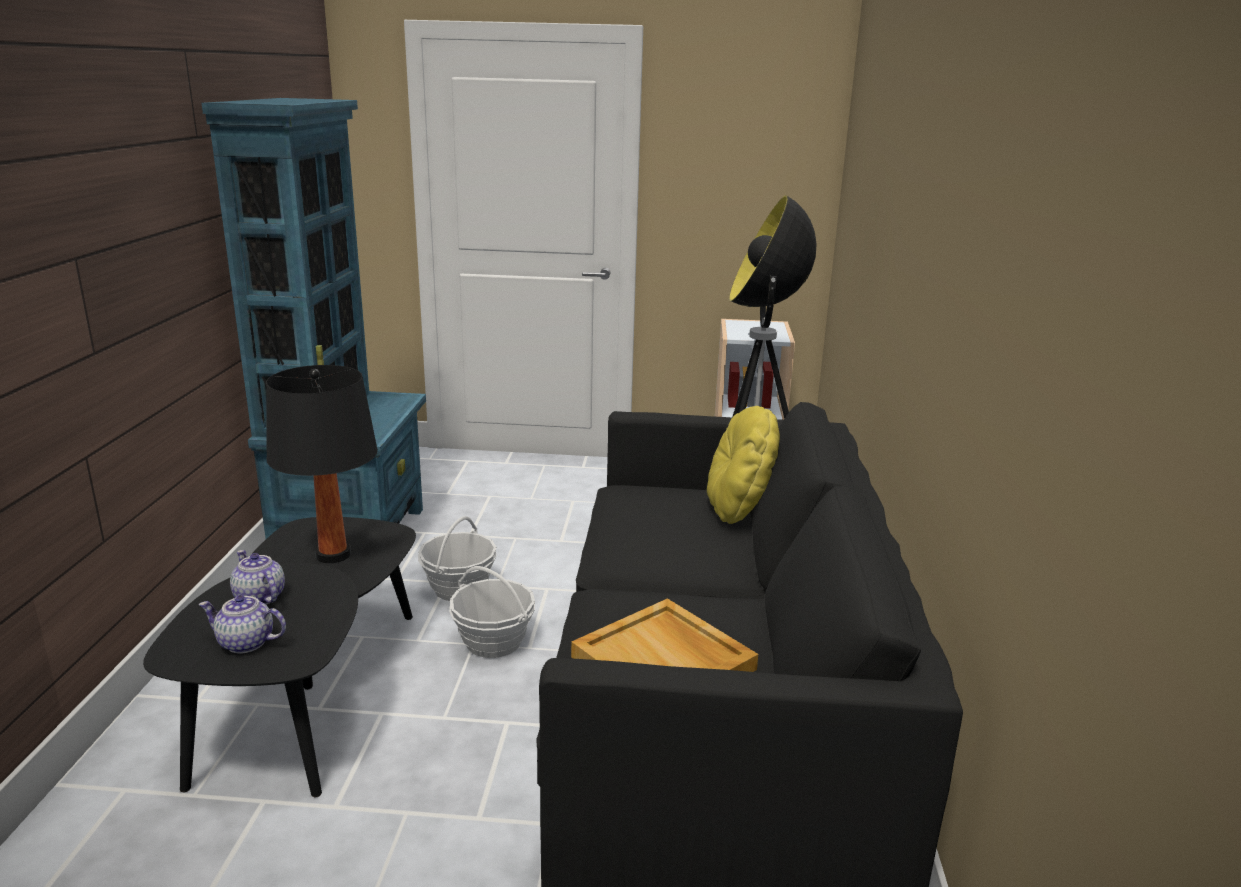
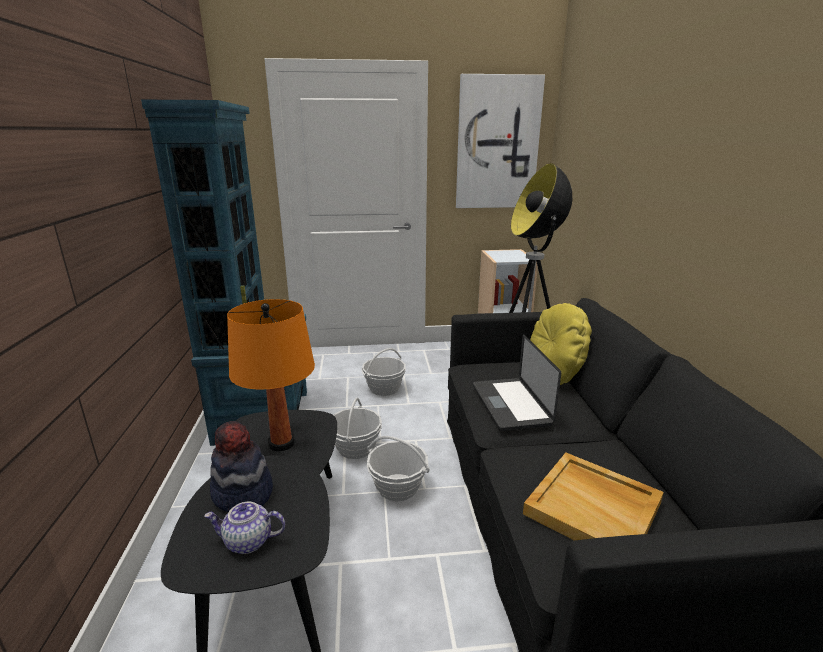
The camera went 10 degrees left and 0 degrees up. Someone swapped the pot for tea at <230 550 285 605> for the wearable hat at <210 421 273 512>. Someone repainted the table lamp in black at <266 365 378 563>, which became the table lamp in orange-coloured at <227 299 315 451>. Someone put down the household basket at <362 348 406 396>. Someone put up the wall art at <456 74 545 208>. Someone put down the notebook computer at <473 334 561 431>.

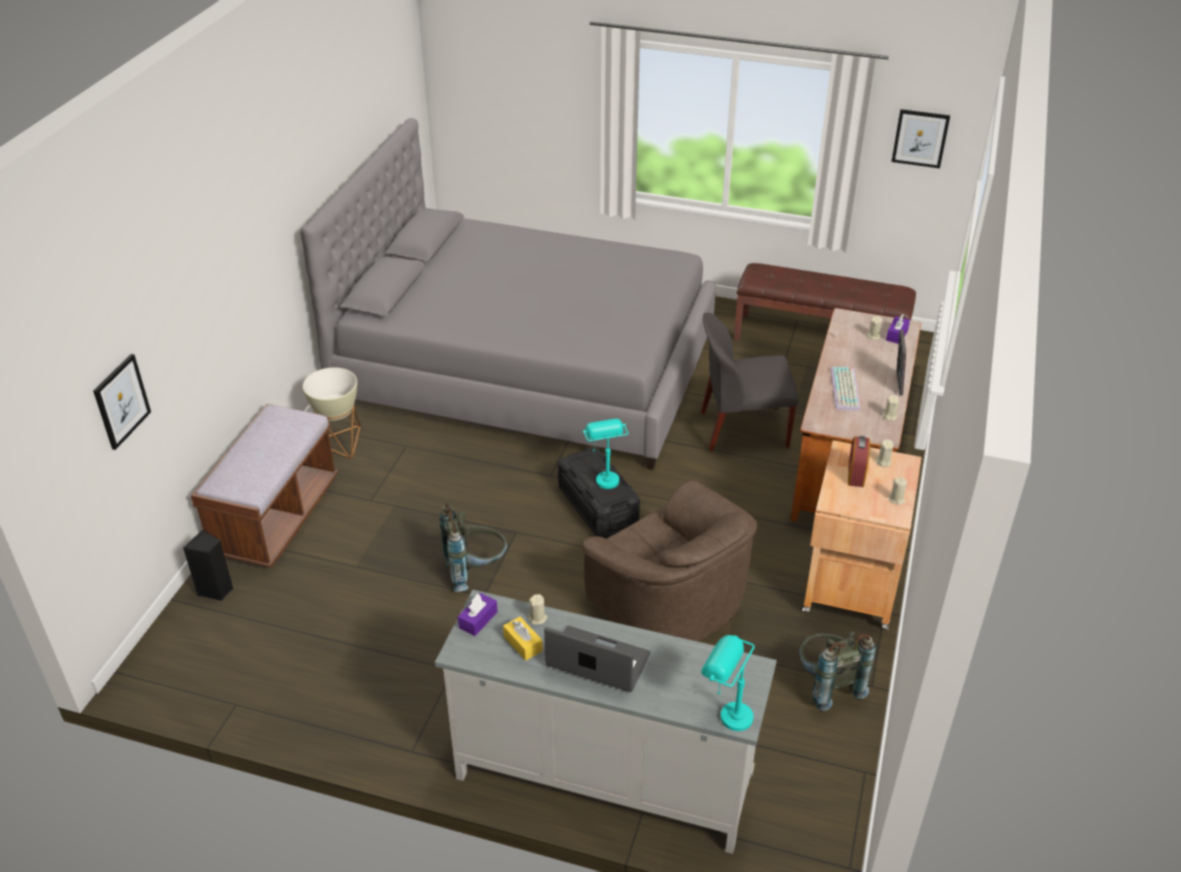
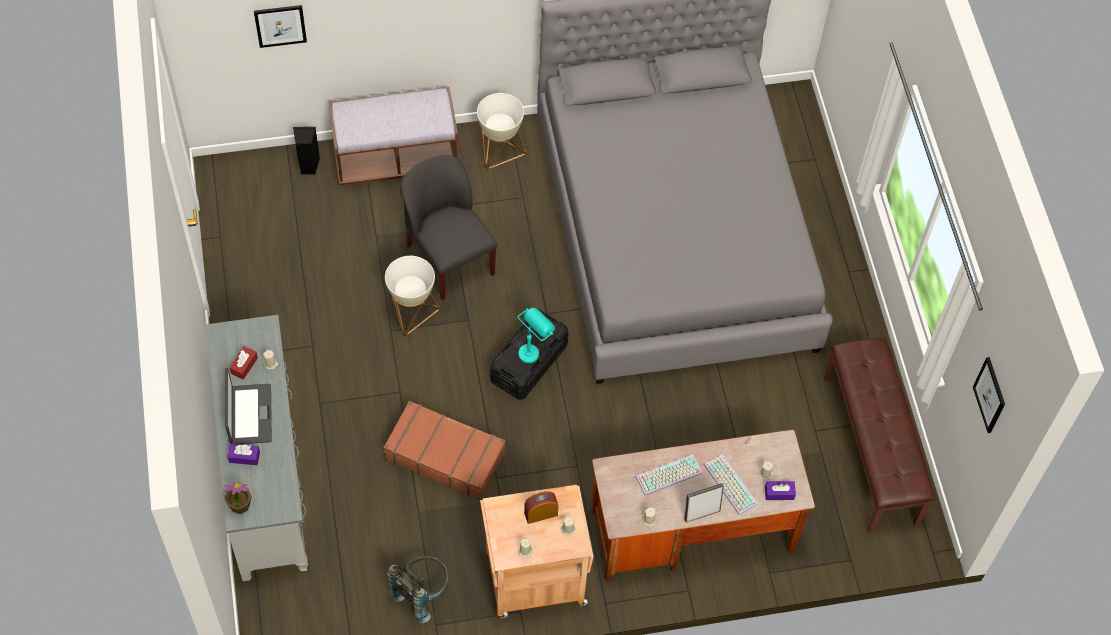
The camera went 60 degrees right and 20 degrees up. Someone swapped the table lamp in turquoise at <701 635 755 731> for the potted plant at <223 482 252 514>. Someone carried the tissue holder in purple from <458 593 497 636> to <228 444 260 465>. Someone repainted the tissue holder in yellow-coloured at <503 617 543 661>, which became the tissue holder in red at <230 347 258 380>. Someone swapped the armchair in brownish at <581 480 757 642> for the travel case in brownish at <384 401 506 500>. Someone swapped the rucksack in grey at <439 503 507 592> for the plant pot at <385 256 440 336>. Someone carried the chair in grey from <701 313 798 451> to <400 155 497 300>. Someone put down the PC keyboard at <704 454 758 515>.

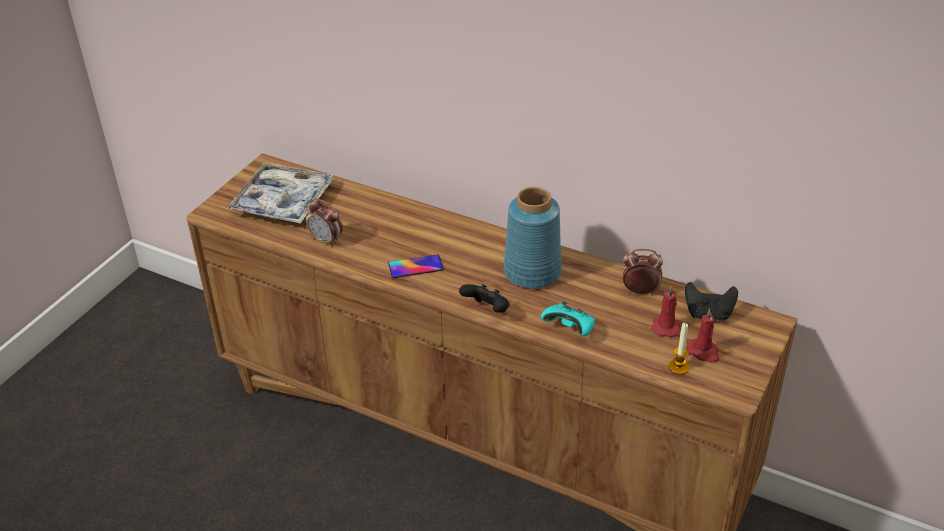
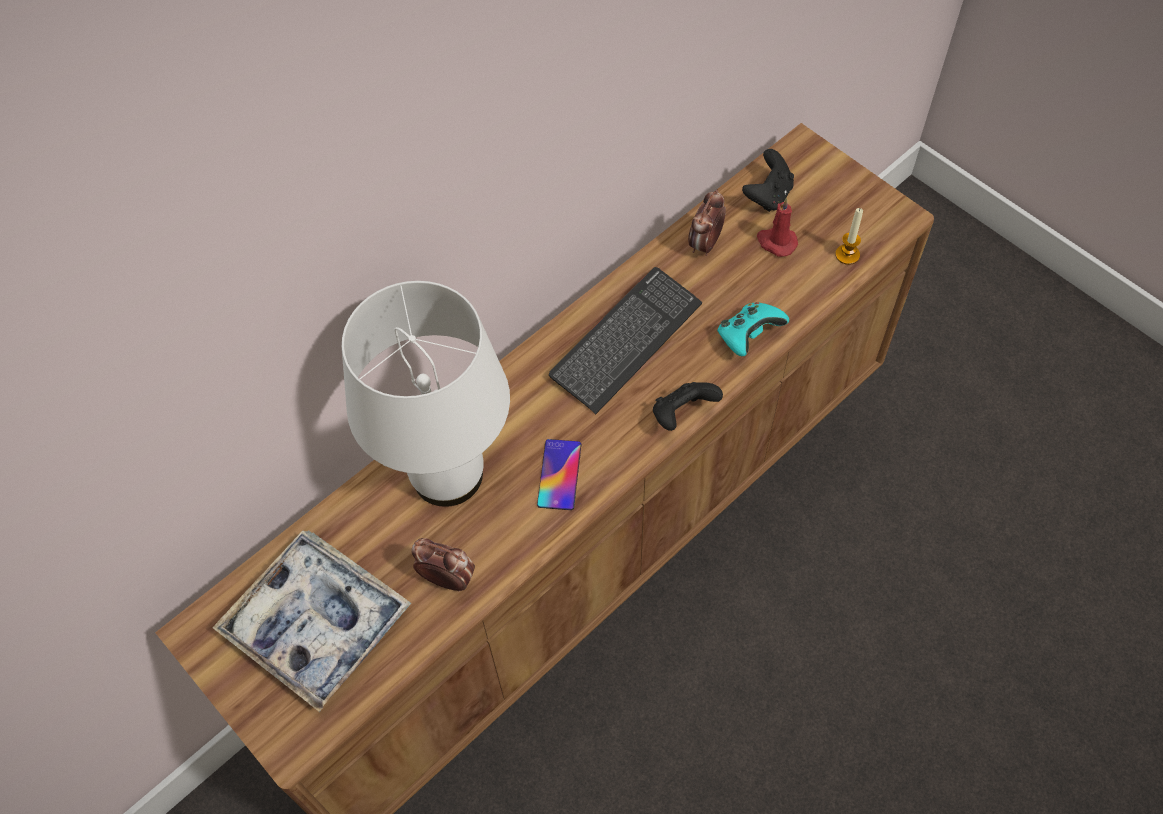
The camera went 70 degrees left and 20 degrees up. Someone put down the table lamp in white at <342 281 510 507>. Someone rotated the table clock at <306 198 343 247> by 120 degrees counterclockwise. Someone swapped the vase in bluish at <504 187 562 289> for the PC keyboard at <549 267 702 414>. Someone took away the candle in red at <687 309 719 362>.

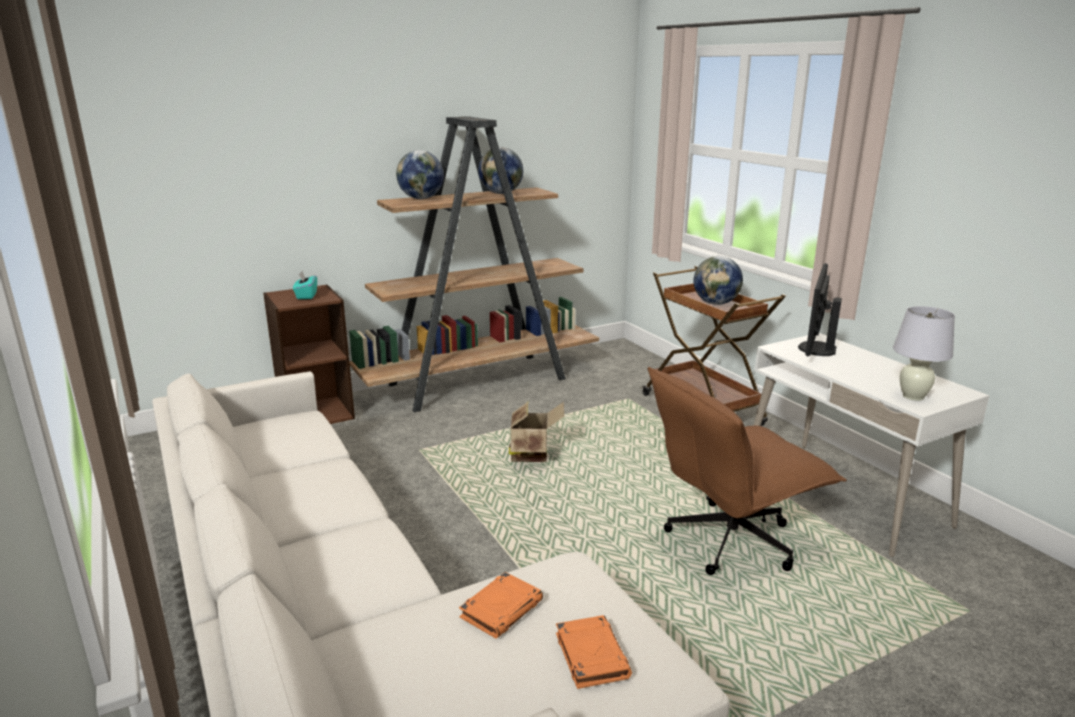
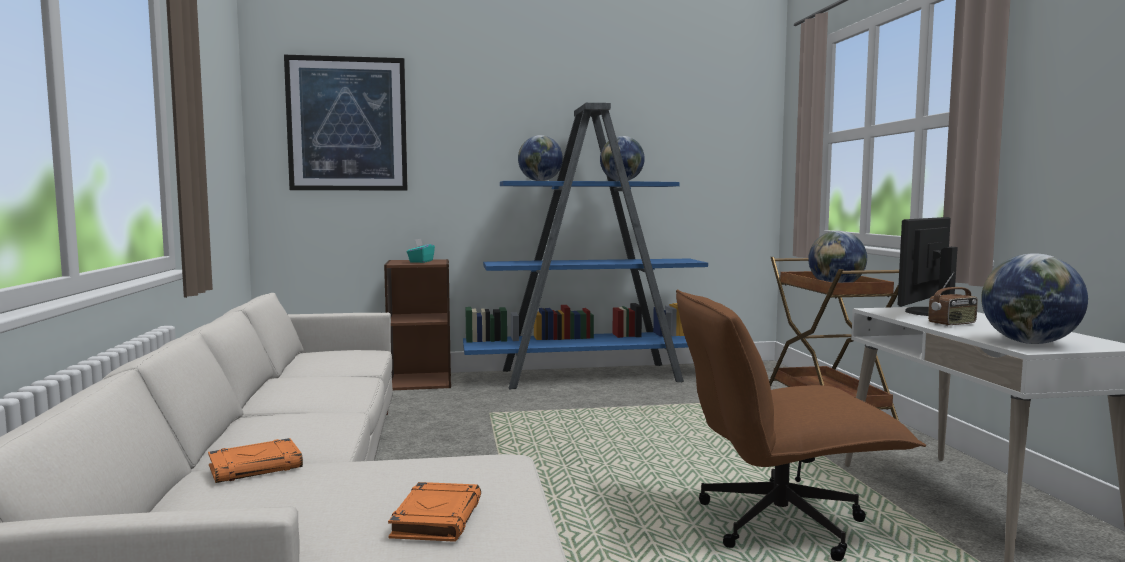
The camera went 20 degrees right and 15 degrees down. Someone carried the book in orange-coloured from <459 572 543 639> to <208 438 303 483>. Someone put up the wall art at <284 55 408 190>. Someone repainted the bookshelf in brownish at <349 116 599 412>, which became the bookshelf in bluish at <463 103 708 390>. Someone put down the radio set at <928 272 978 326>. Someone swapped the table lamp in white at <893 306 955 401> for the world globe at <981 253 1088 344>. Someone took away the cardboard box at <509 402 564 462>.

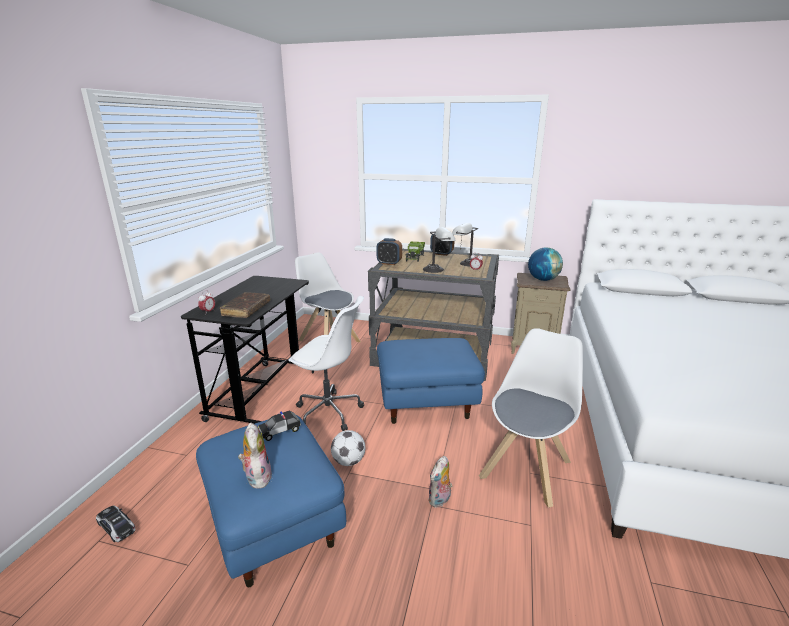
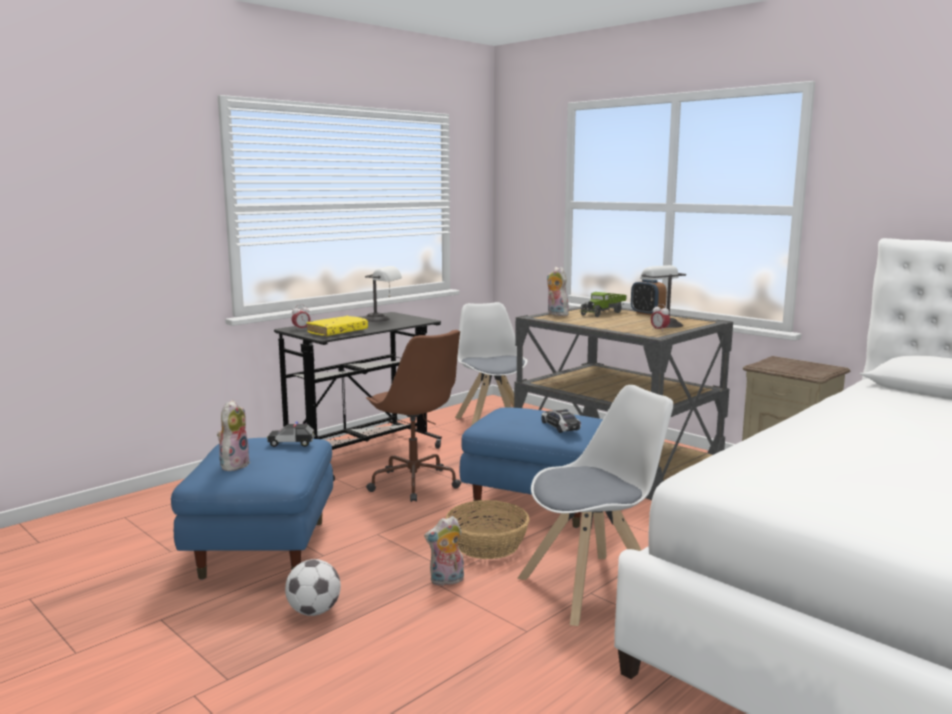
The camera went 30 degrees right and 10 degrees down. Someone carried the ball for football from <331 430 365 466> to <285 559 341 616>. Someone repainted the book in brownish at <220 292 270 318>, which became the book in yellow-coloured at <307 316 368 336>. Someone carried the table lamp from <423 227 455 273> to <363 266 402 322>. Someone repainted the desk chair in white at <288 296 364 431>, which became the desk chair in brownish at <366 330 461 502>. Someone put down the household basket at <446 500 530 559>. Someone carried the toy car from <96 505 136 542> to <541 409 581 433>. Someone swapped the table clock at <376 238 402 265> for the plush toy at <547 267 569 316>. Someone took away the world globe at <528 248 563 281>.

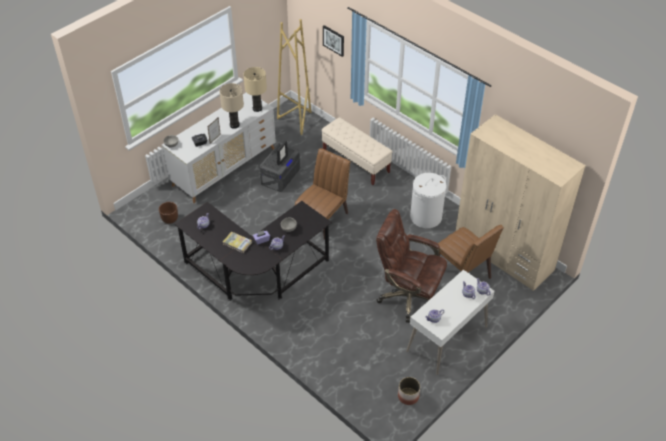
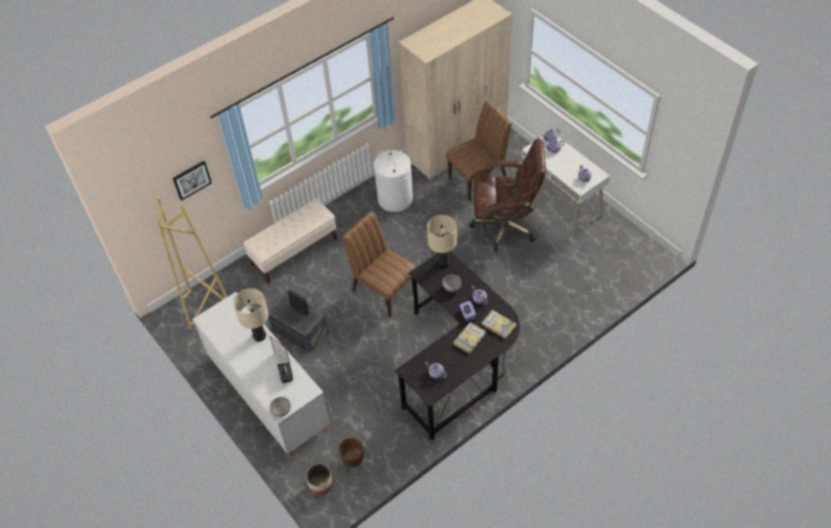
The camera went 80 degrees left and 5 degrees up. Someone carried the plant pot from <398 377 420 405> to <306 464 333 496>. Someone carried the table lamp in sand-coloured from <243 67 267 112> to <427 215 457 268>. Someone rotated the desk chair in brownish at <376 209 447 323> by 120 degrees counterclockwise. Someone put down the book at <481 310 516 339>.

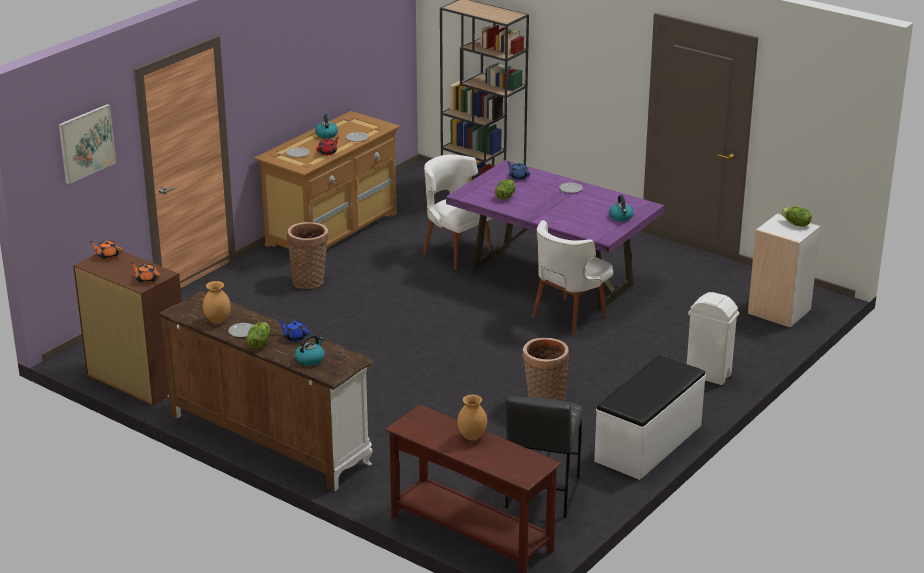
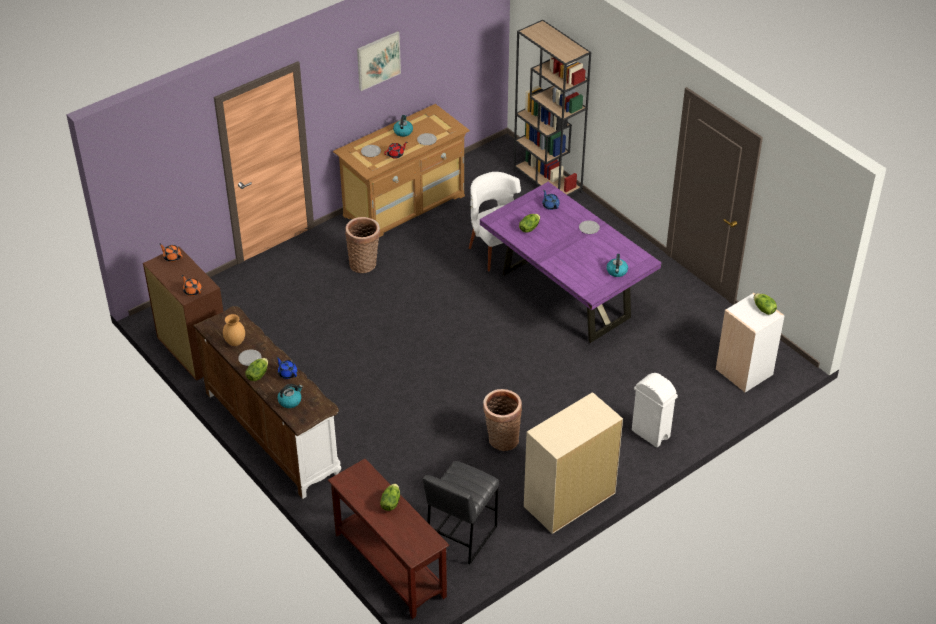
The camera went 15 degrees right and 15 degrees up. Someone carried the wall art from <59 104 116 184> to <357 31 401 91>. Someone swapped the vase in brownish at <457 395 487 440> for the lettuce head at <380 483 400 511>. Someone swapped the indoor bench in white at <594 355 706 480> for the cupboard in sand-coloured at <524 392 623 534>. Someone took away the chair in white at <532 220 613 335>.

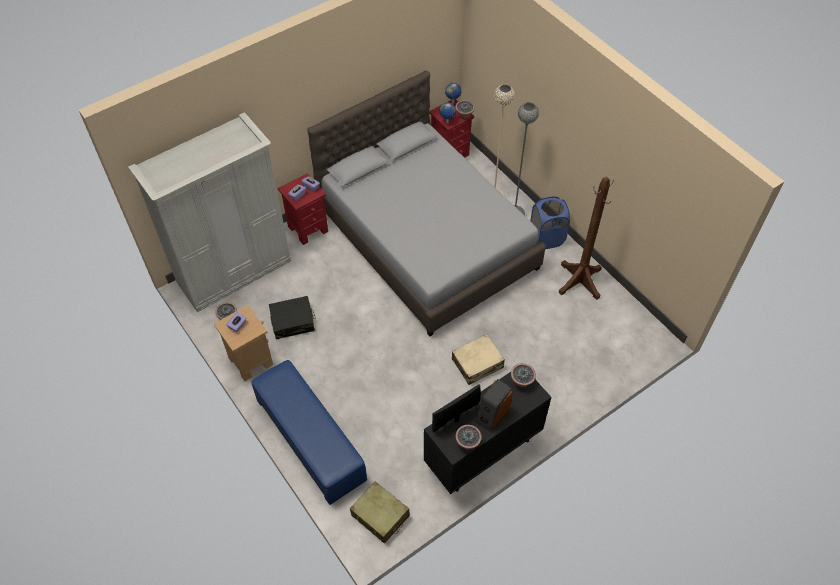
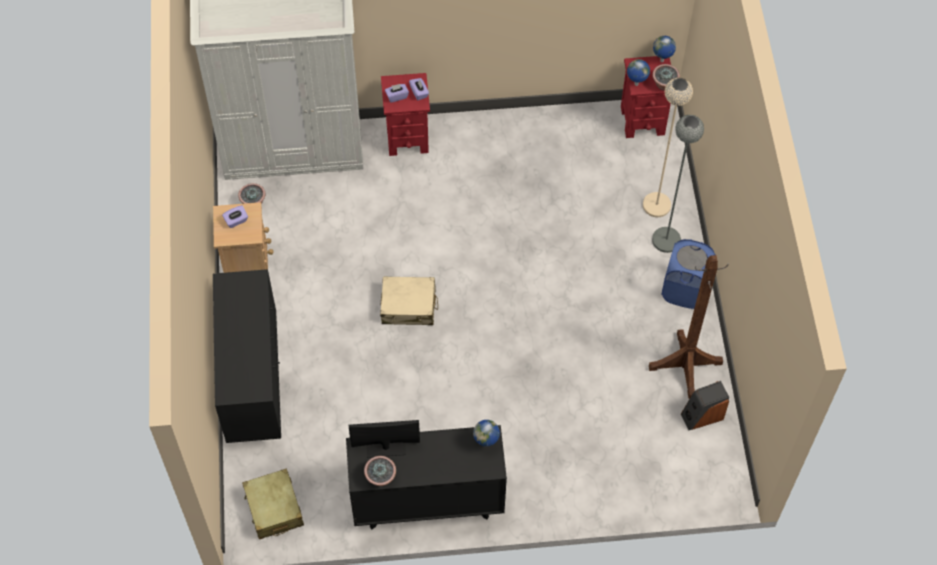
The camera went 30 degrees right and 5 degrees up. Someone swapped the indoor bench in bluish at <251 360 367 505> for the drawer chest in black at <213 269 281 443>. Someone carried the travel case in sand-coloured from <452 334 505 385> to <380 277 438 325>. Someone swapped the potted plant at <511 363 536 387> for the world globe at <473 420 500 447>. Someone carried the loudspeaker from <476 379 513 432> to <681 381 729 430>. Someone took away the travel case in black at <269 296 316 339>. Someone took away the bed in grey at <307 71 546 336>.

